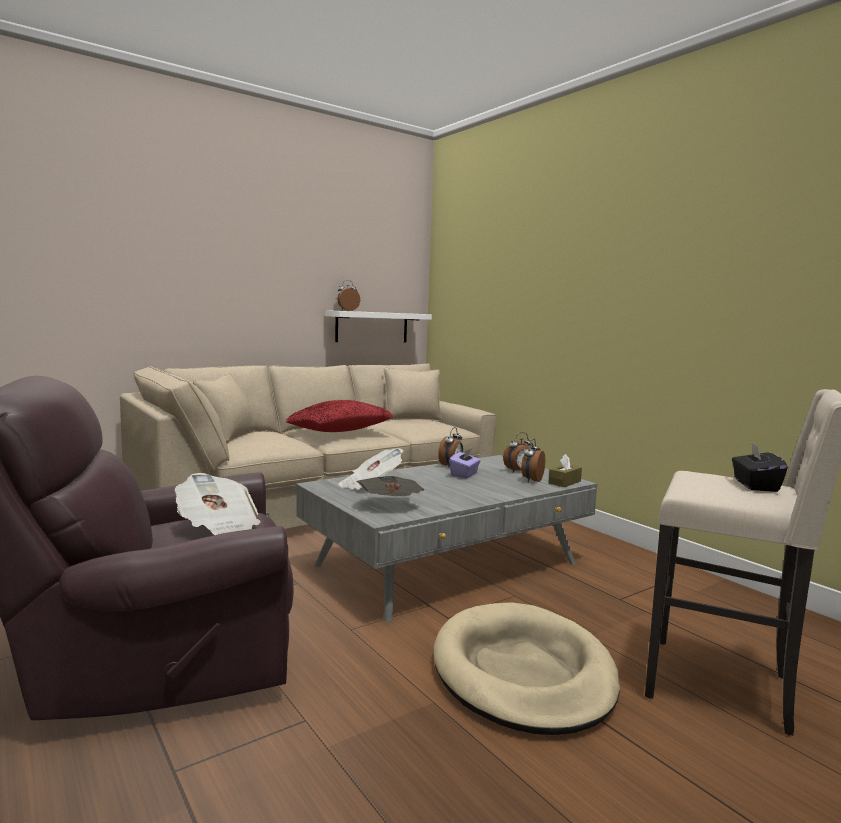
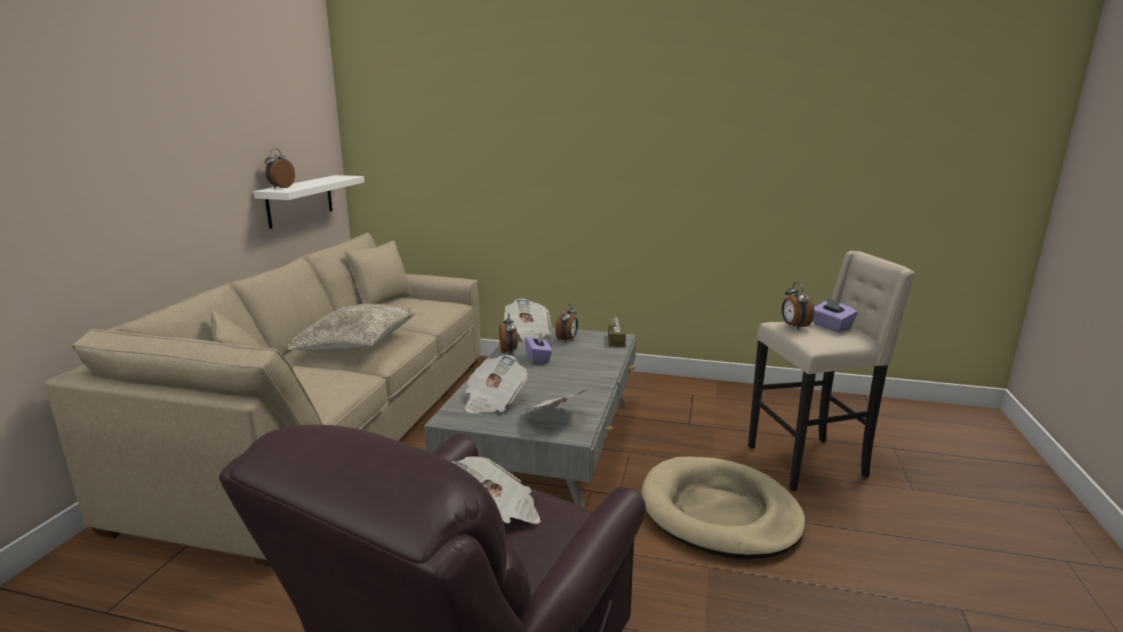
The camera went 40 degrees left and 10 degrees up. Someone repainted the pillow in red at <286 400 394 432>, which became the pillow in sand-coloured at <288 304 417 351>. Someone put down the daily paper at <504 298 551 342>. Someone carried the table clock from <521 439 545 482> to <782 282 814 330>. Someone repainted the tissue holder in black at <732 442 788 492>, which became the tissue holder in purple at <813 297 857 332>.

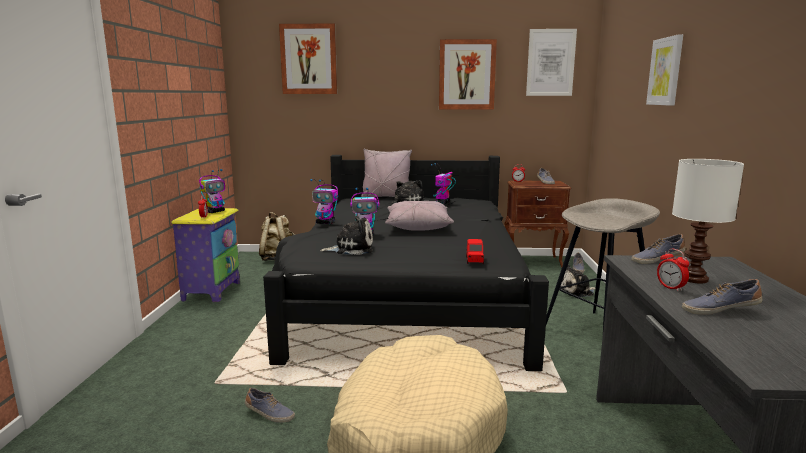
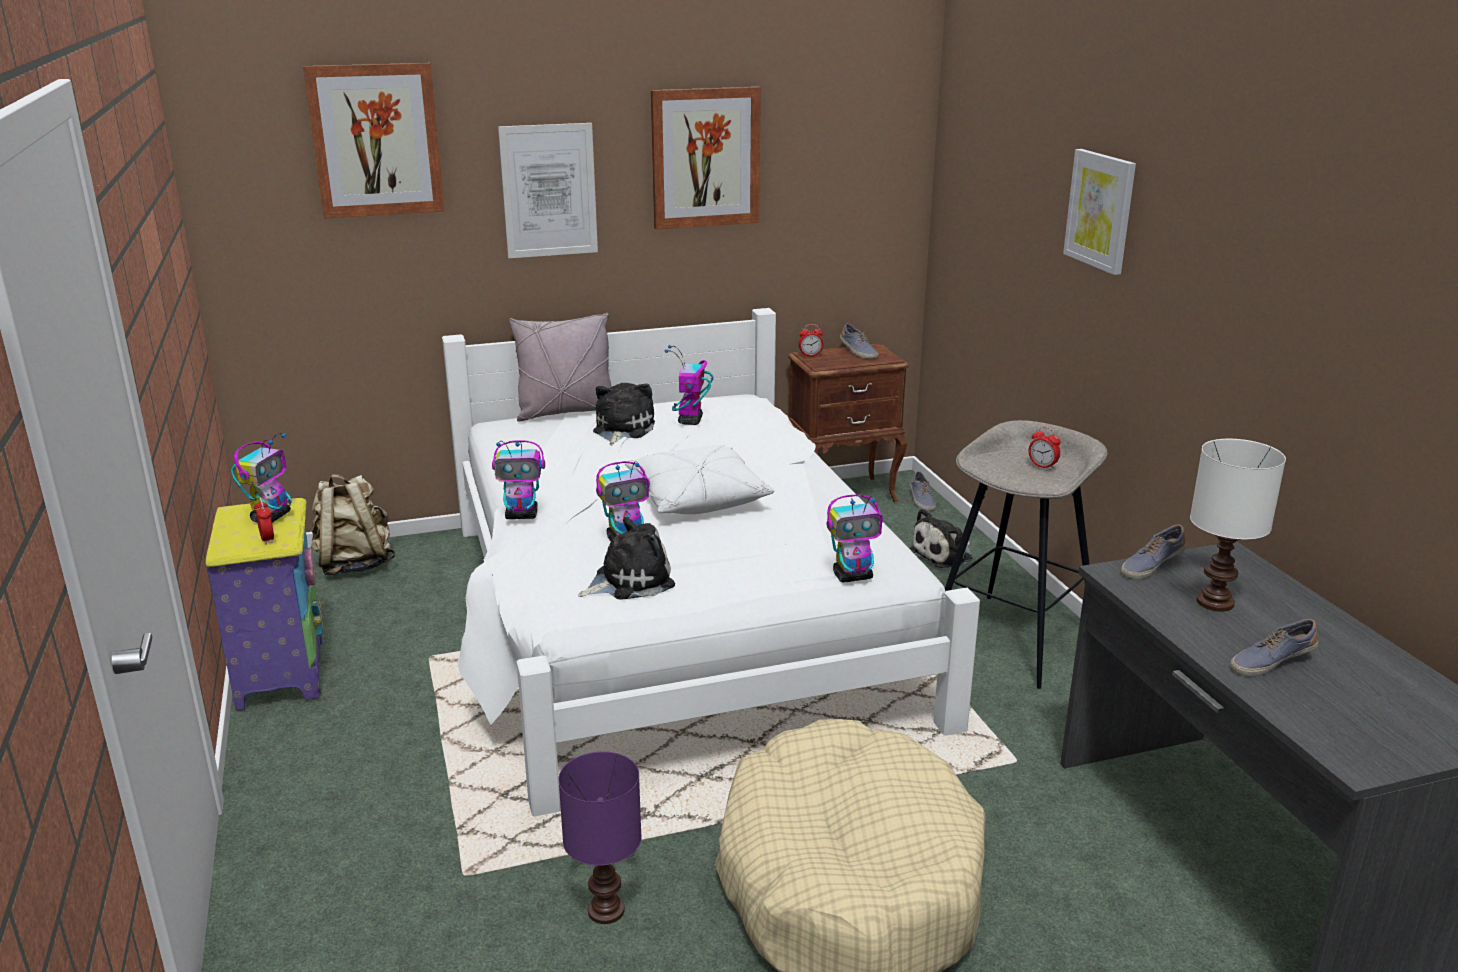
The camera went 20 degrees left and 10 degrees up. Someone repainted the bed in black at <263 155 549 371>, which became the bed in white at <442 308 980 817>. Someone carried the wall art from <526 29 577 96> to <498 123 598 258>. Someone swapped the item of footwear at <245 388 295 423> for the table lamp in purple at <558 751 642 924>. Someone repainted the pillow in purple at <385 201 454 231>, which became the pillow in white at <625 445 774 514>. Someone swapped the toy car in red at <466 239 484 264> for the robot figure at <826 494 883 583>. Someone carried the table clock from <657 249 689 292> to <1029 426 1060 470>.

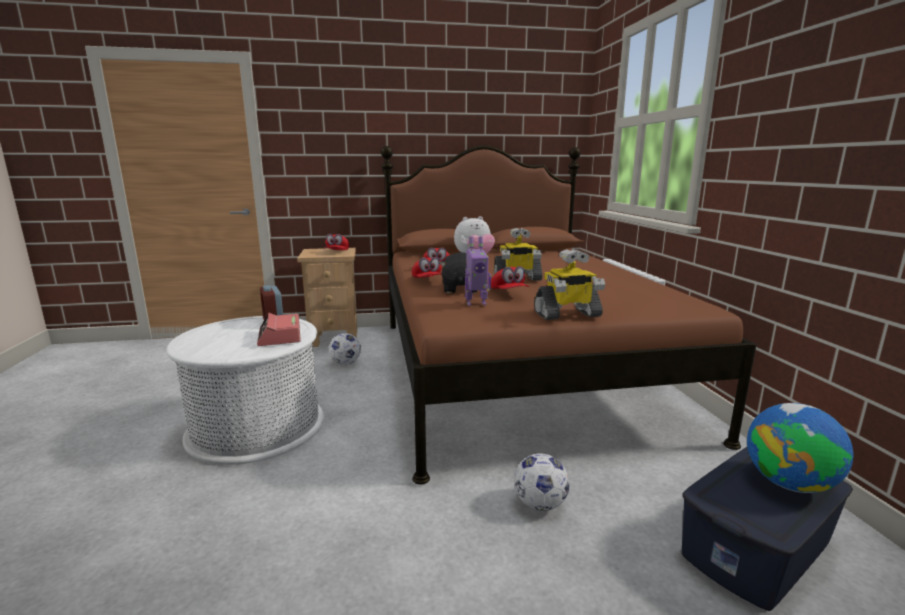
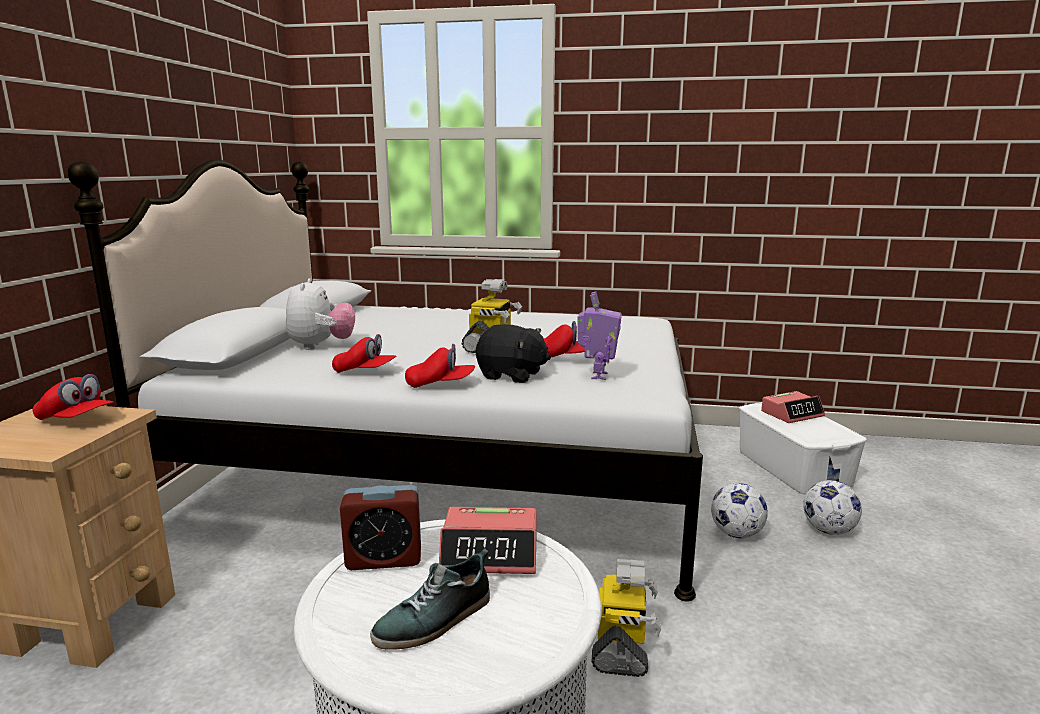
The camera went 70 degrees left and 0 degrees up. Someone repainted the bed in brownish at <381 145 757 485>, which became the bed in white at <67 159 703 601>. Someone put down the item of footwear at <370 548 490 650>. Someone carried the robot figure from <534 249 605 320> to <592 559 661 677>. Someone repainted the storage container in bluish at <682 447 853 611>, which became the storage container in white at <739 402 867 495>. Someone swapped the world globe at <747 403 853 493> for the table clock at <761 391 825 423>. Someone carried the ball for football from <329 333 361 365> to <803 480 862 535>.

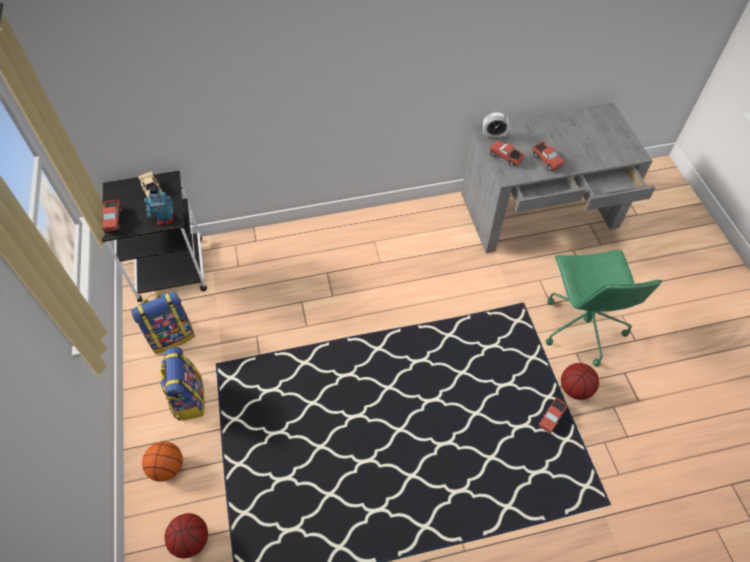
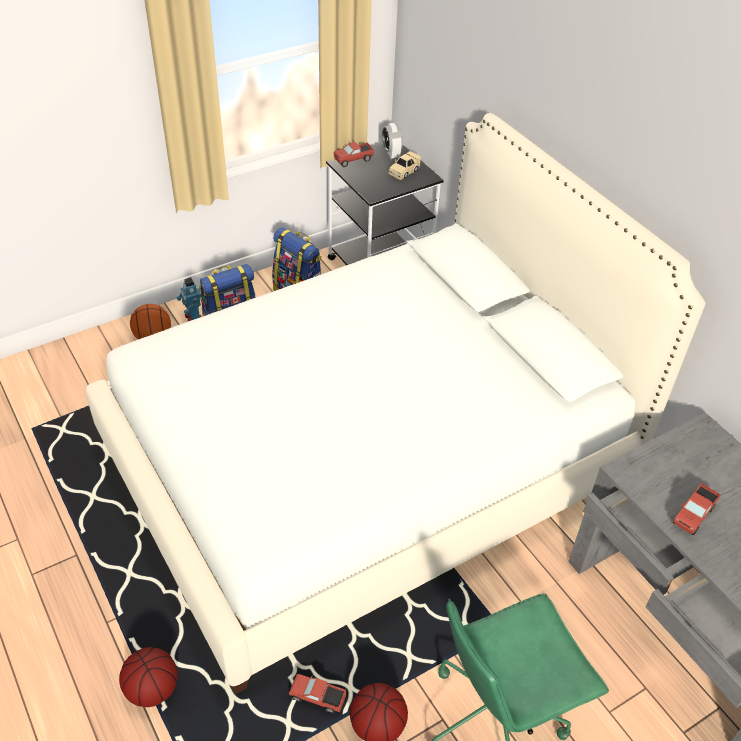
The camera went 70 degrees right and 10 degrees down. Someone put down the bed in white at <86 113 706 694>. Someone carried the ball for basketball from <164 513 208 558> to <119 647 178 707>. Someone carried the robot figure from <144 185 174 225> to <176 277 202 321>. Someone carried the table clock from <483 112 509 138> to <382 123 403 159>. Someone took away the model truck at <490 141 525 167>.

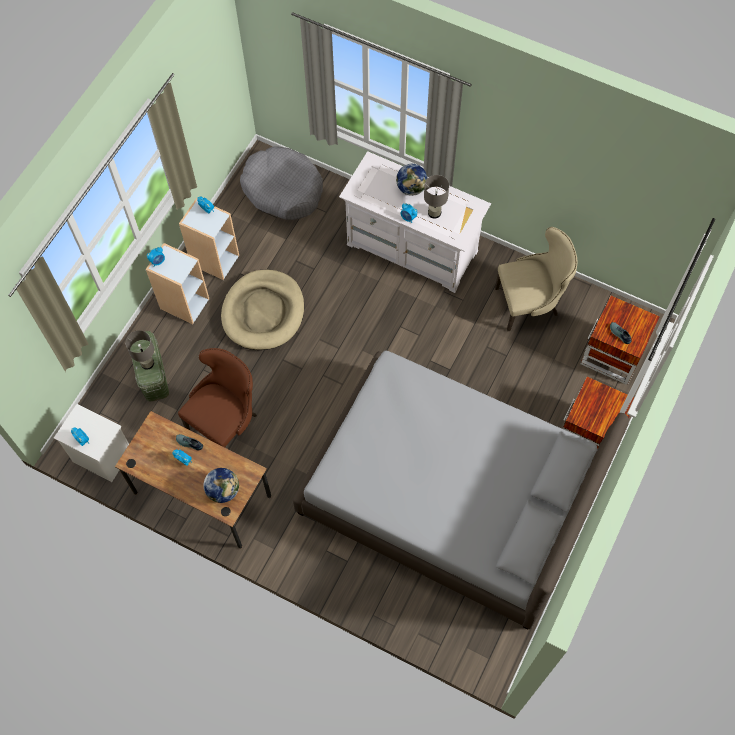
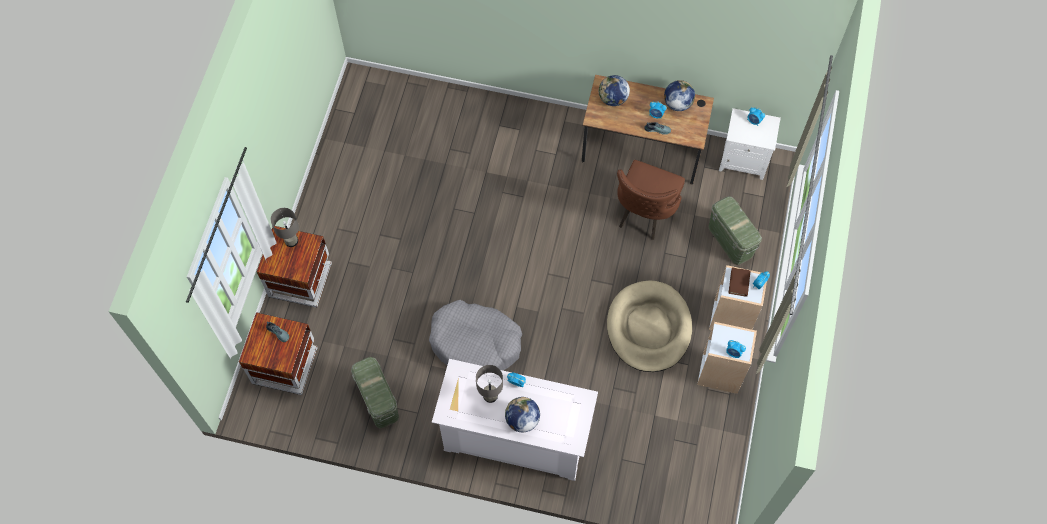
The camera went 165 degrees right and 0 degrees up. Someone carried the table lamp in grey from <126 330 154 370> to <270 208 299 247>. Someone swapped the chair in sand-coloured at <495 227 578 331> for the storage container in green at <351 357 399 429>. Someone carried the dog cushion in grey from <240 146 323 220> to <429 300 522 370>. Someone put down the world globe at <664 80 695 111>. Someone put down the book in brownish at <728 268 750 297>. Someone took away the bed in grey at <293 351 629 629>.

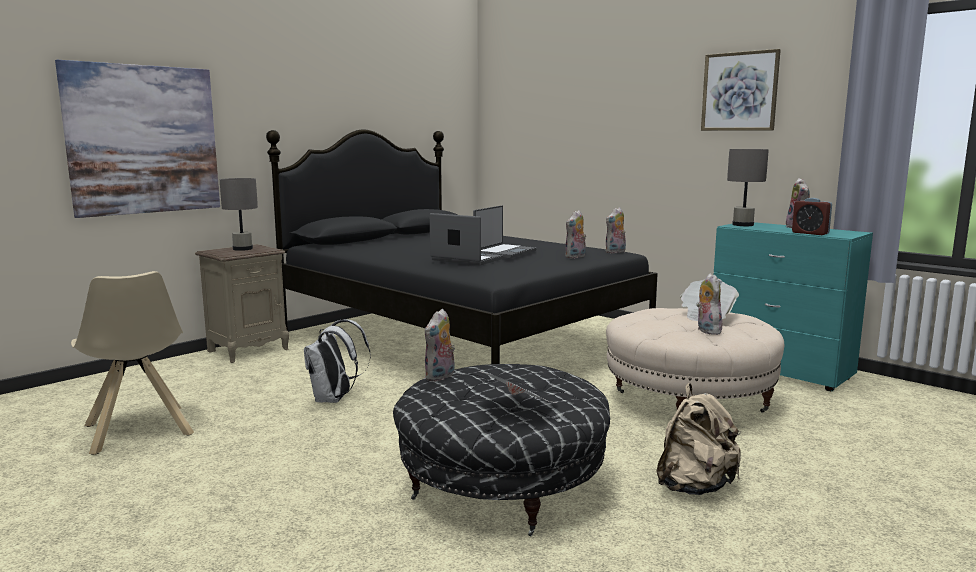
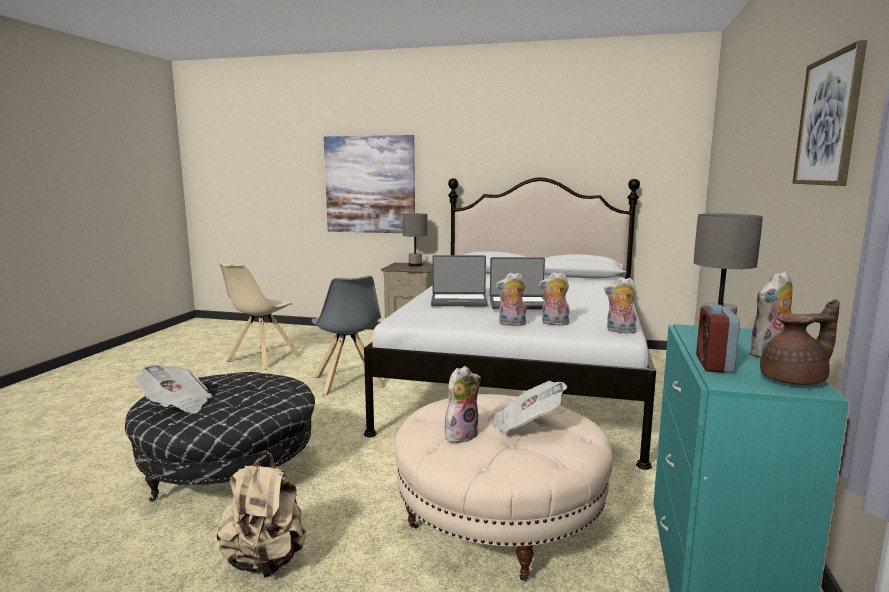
The camera went 60 degrees right and 0 degrees up. Someone swapped the rucksack in white at <304 319 371 403> for the chair in grey at <312 276 385 396>. Someone repainted the bed in black at <266 129 658 364>, which became the bed in white at <364 177 656 470>. Someone rotated the notebook computer at <430 213 503 265> by 90 degrees clockwise. Someone carried the plush toy from <424 309 455 382> to <495 272 526 326>. Someone put down the pot for tea in brownish at <760 299 840 385>.

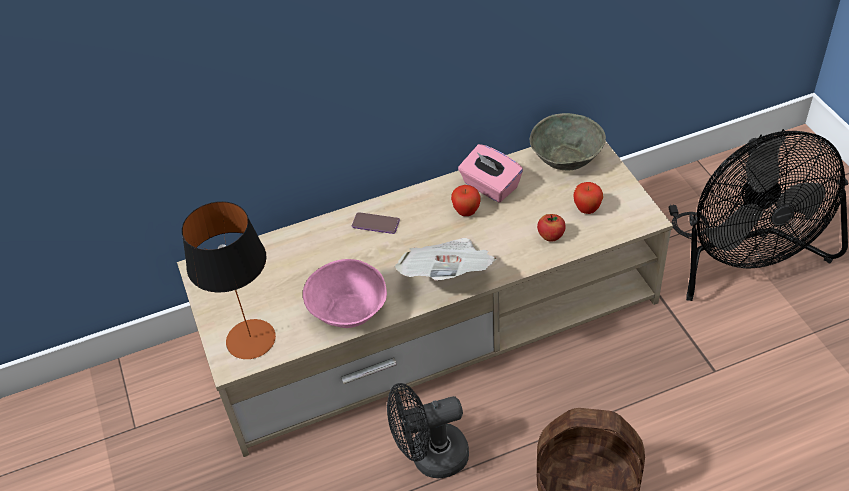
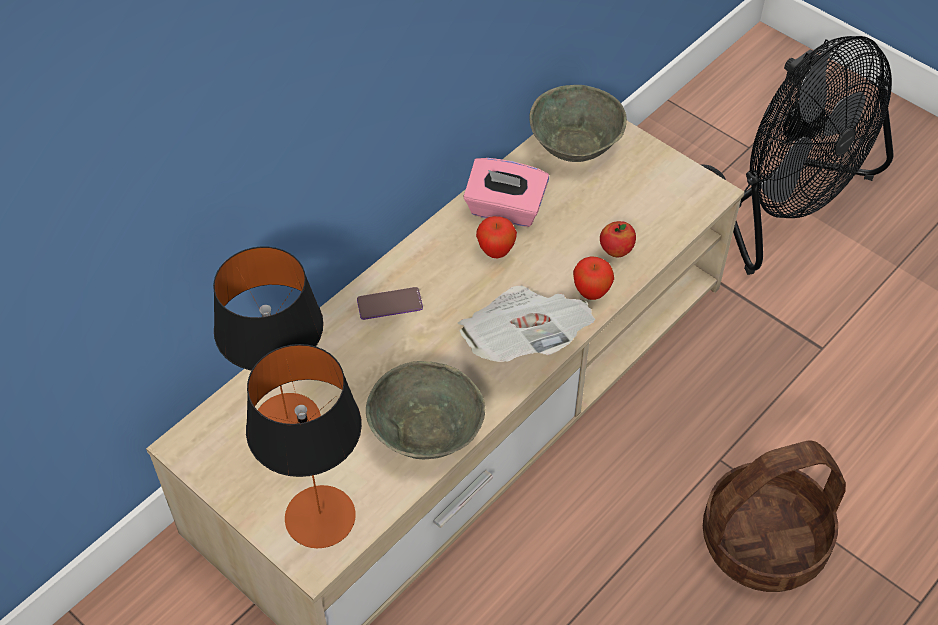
The camera went 30 degrees left and 5 degrees up. Someone put down the table lamp at <213 247 324 424>. Someone repainted the serving bowl in pinkish at <303 259 387 328>, which became the serving bowl in grey at <366 361 485 459>. Someone carried the apple from <574 182 603 214> to <573 256 614 300>. Someone took away the electric fan in black at <387 383 469 478>.

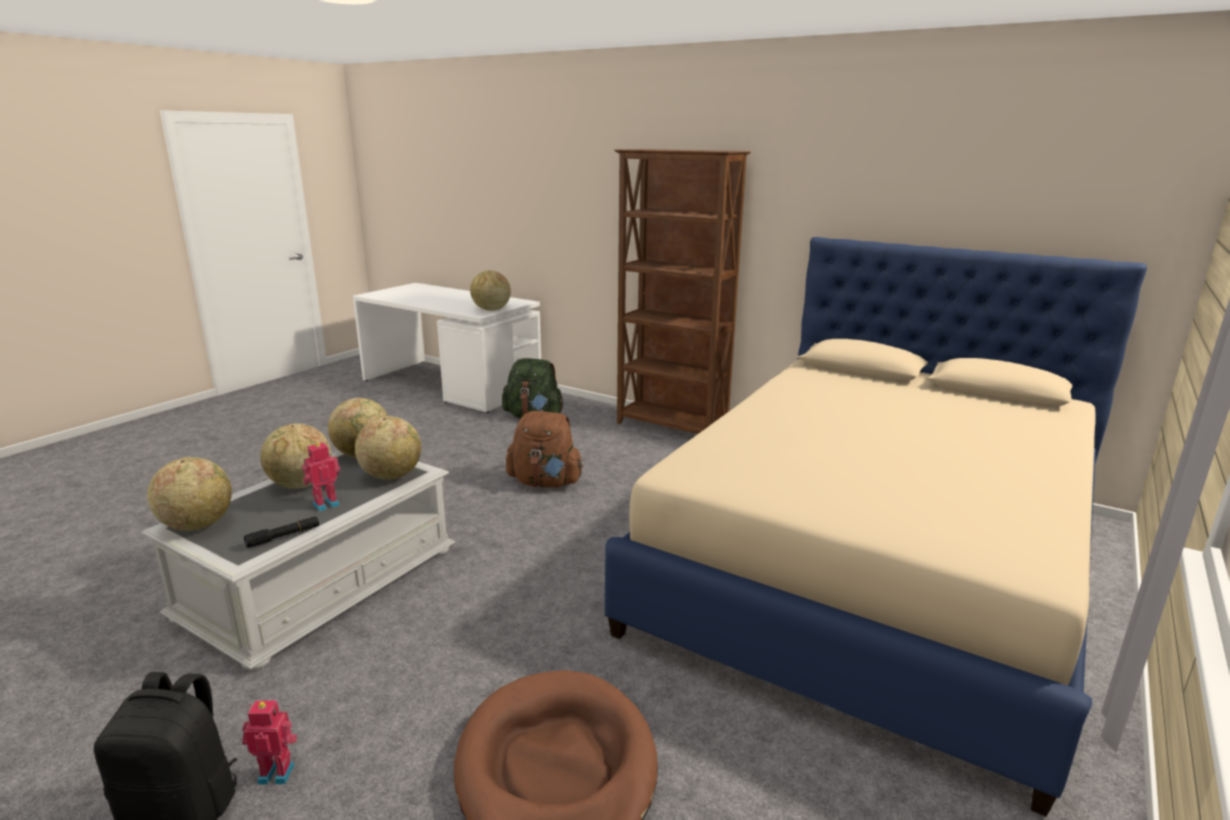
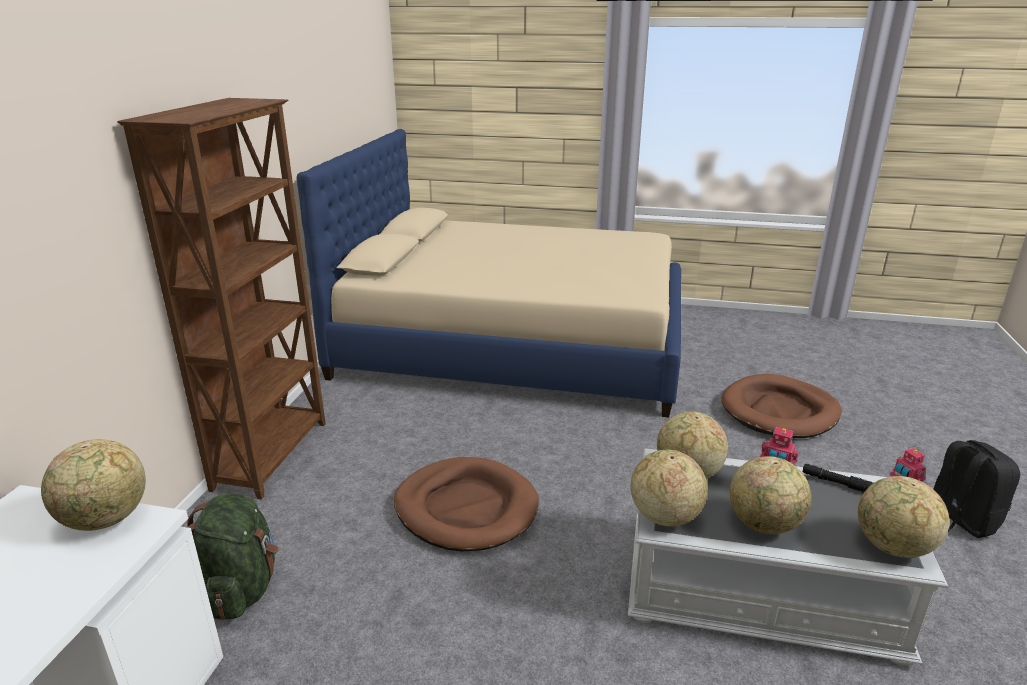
The camera went 110 degrees left and 5 degrees up. Someone swapped the rucksack in brownish at <506 411 583 488> for the dog cushion in brownish at <394 457 539 551>.

